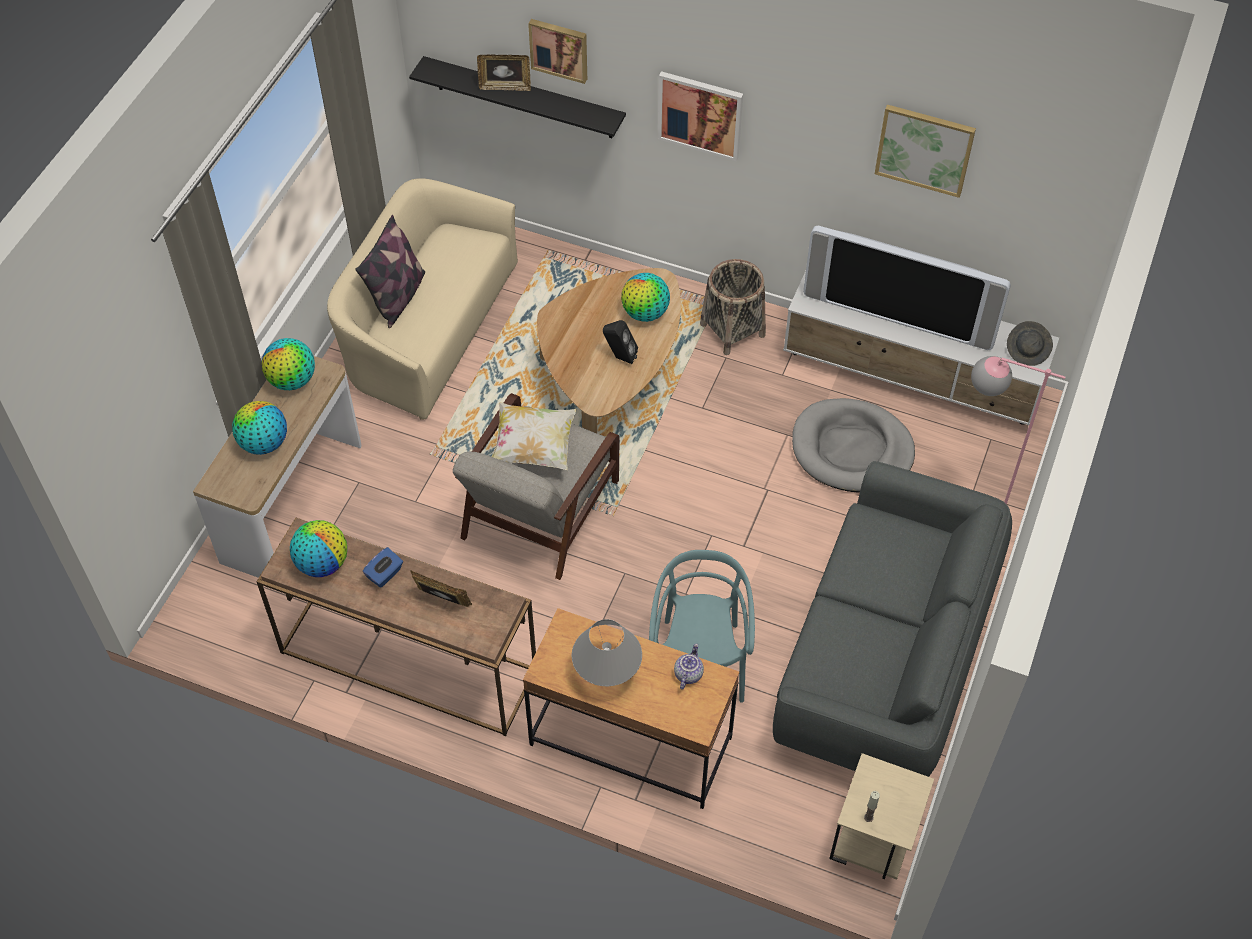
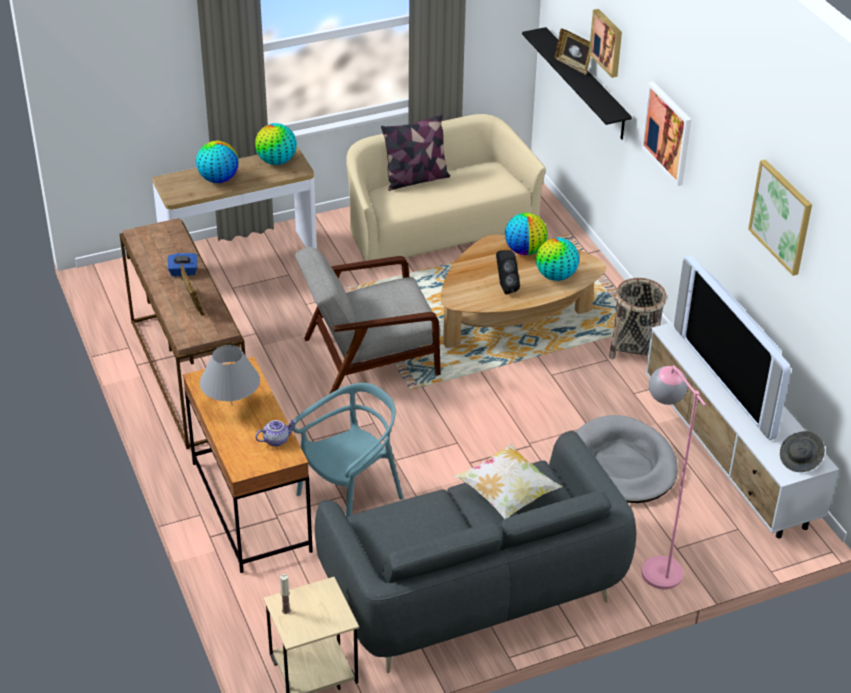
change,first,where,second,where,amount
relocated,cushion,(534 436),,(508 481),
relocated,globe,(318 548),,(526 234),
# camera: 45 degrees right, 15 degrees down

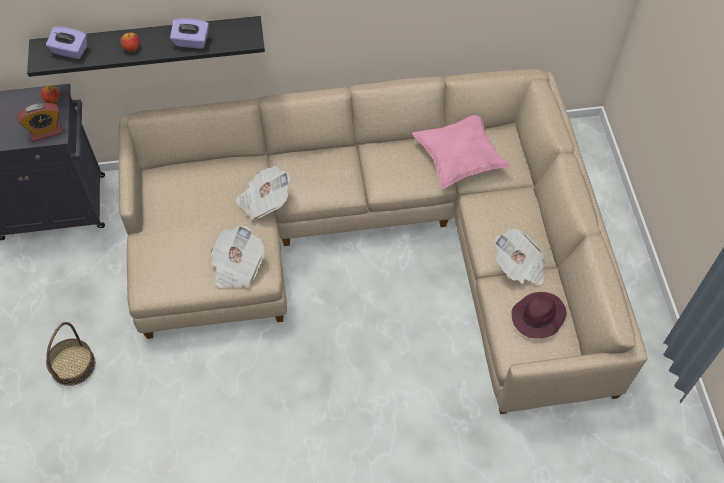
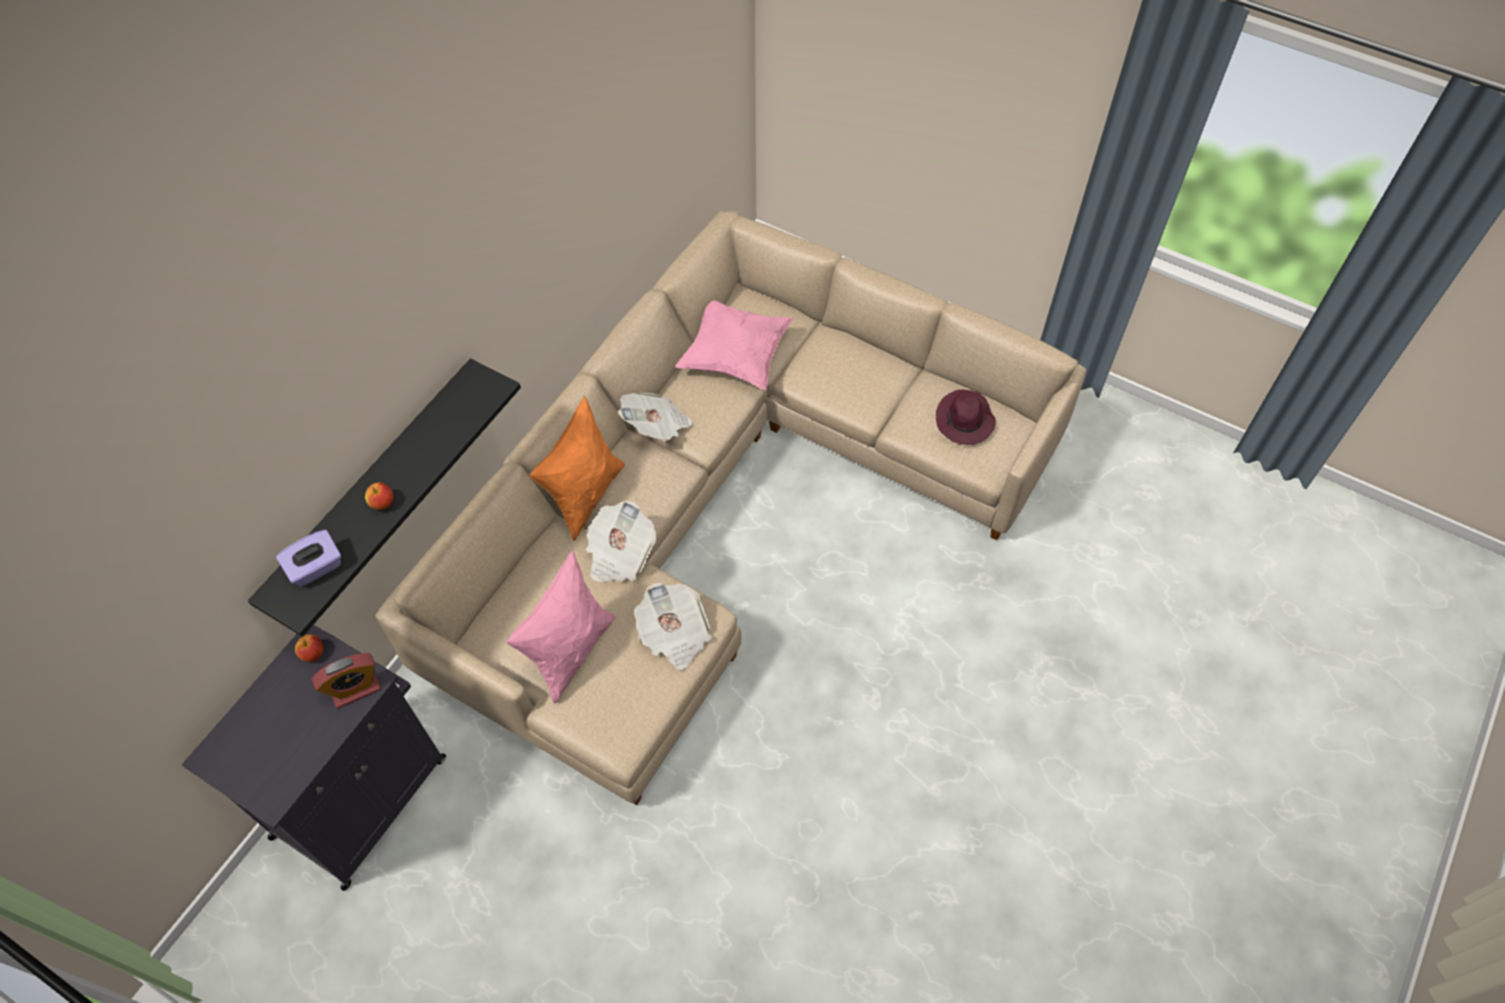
change,first,where,second,where,amount
spun,bedside clock,(40 122),,(346 681),45 degrees clockwise
appeared,,,pinkish cushion,(561 627),
appeared,,,orange cushion,(577 468),
relocated,newspaper,(520 257),,(655 417),
missing,basket,(70 354),,,
missing,purplish tissue holder,(189 33),,,
# camera: 50 degrees left, 0 degrees up

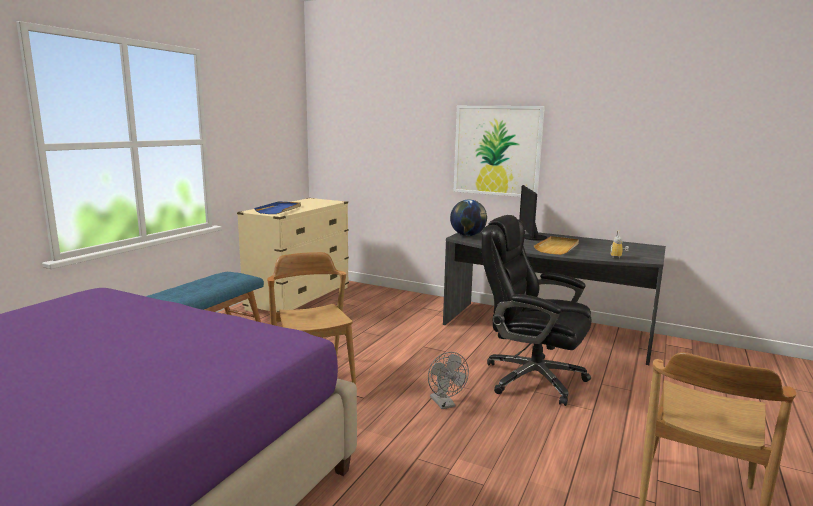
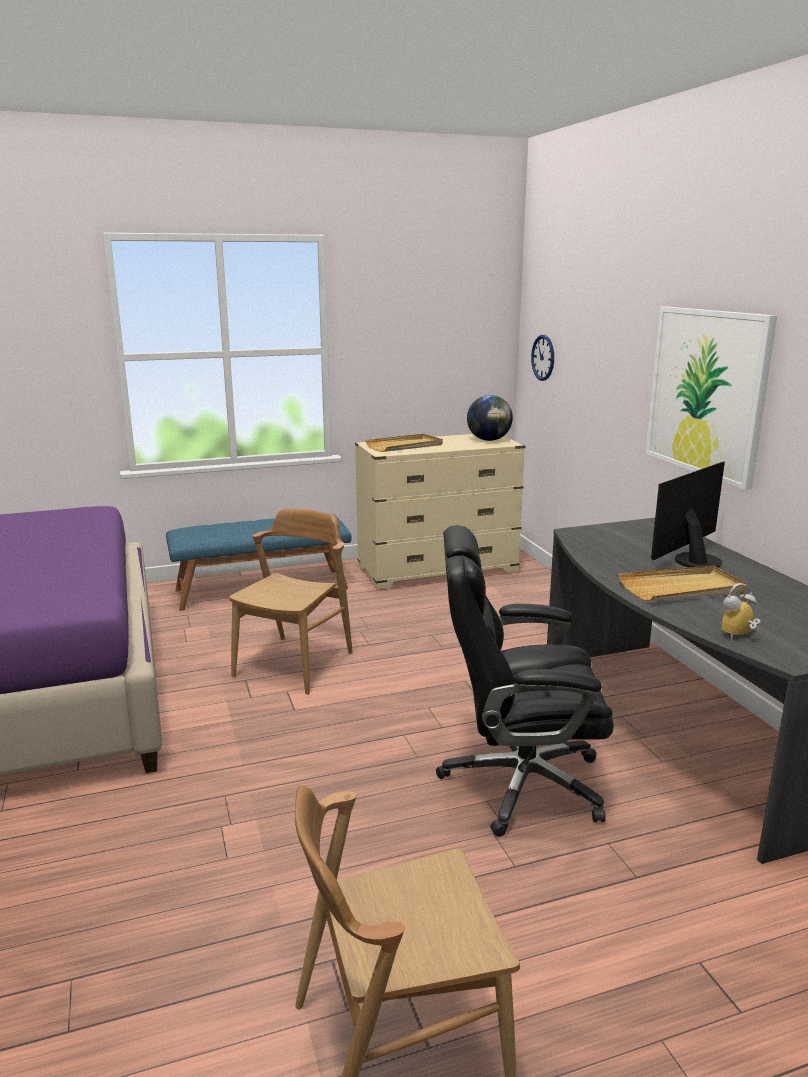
change,first,where,second,where,amount
colour,bluish serving tray,(277 207),sand-coloured serving tray,(404 443),
spun,blackish office chair,(536 310),,(525 681),75 degrees counterclockwise
relocated,globe,(468 218),,(490 418),
appeared,,,wall clock,(542 358),
missing,grey cooling fan,(448 380),,,
# camera: 45 degrees right, 5 degrees up

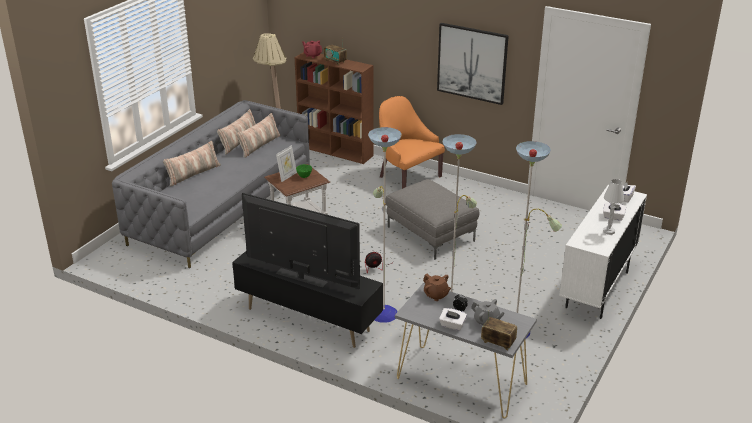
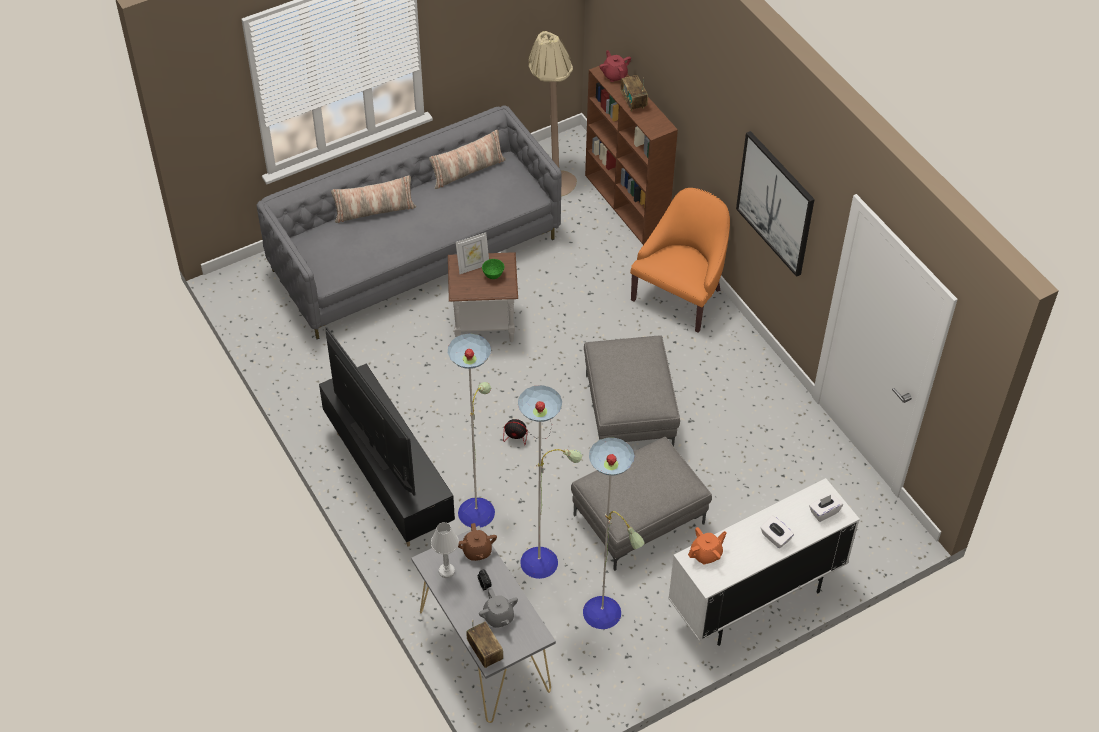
change,first,where,second,where,amount
relocated,white-coloured table lamp,(614 207),,(445 550),
appeared,,,grey footrest,(641 504),
spun,orange armchair,(412 142),,(680 260),45 degrees clockwise
appeared,,,orange teapot,(707 546),
missing,cushion,(258 135),,,
missing,white-coloured tissue holder,(453 319),,,
# camera: 30 degrees right, 20 degrees up

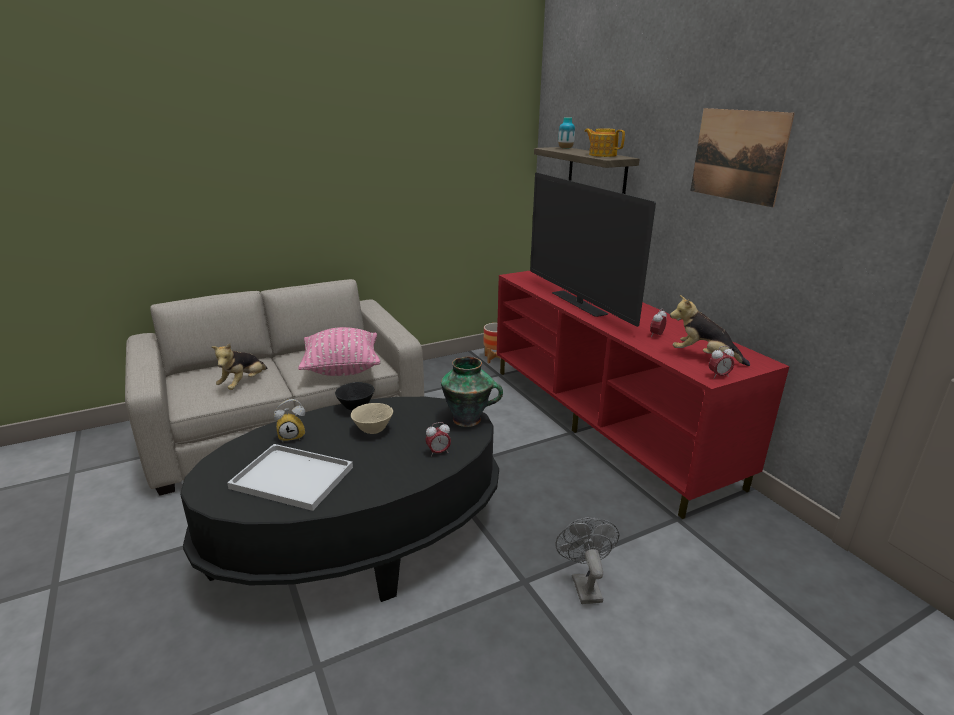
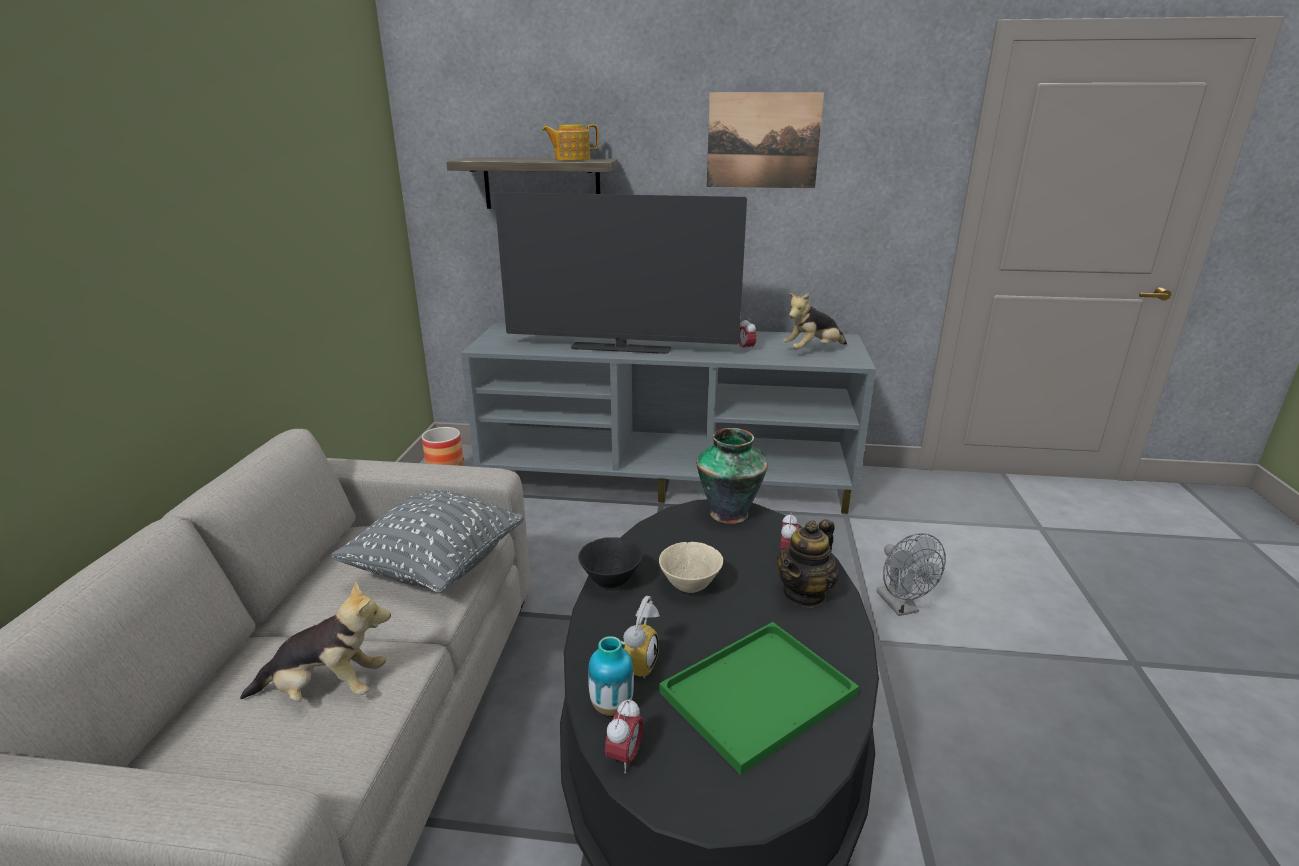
change,first,where,second,where,amount
spun,soft toy,(239 366),,(315 641),60 degrees counterclockwise
colour,pinkish cushion,(339 351),grey cushion,(428 541),
colour,red tv stand,(643 395),grey tv stand,(668 418),
relocated,flower vase,(566 133),,(611 676),
relocated,bedside clock,(721 362),,(624 736),
colour,white-coloured serving tray,(290 477),greenish serving tray,(759 698),
appeared,,,teapot,(807 563),
spun,grey cooling fan,(587 560),,(911 574),135 degrees counterclockwise
# camera: 55 degrees left, 0 degrees up

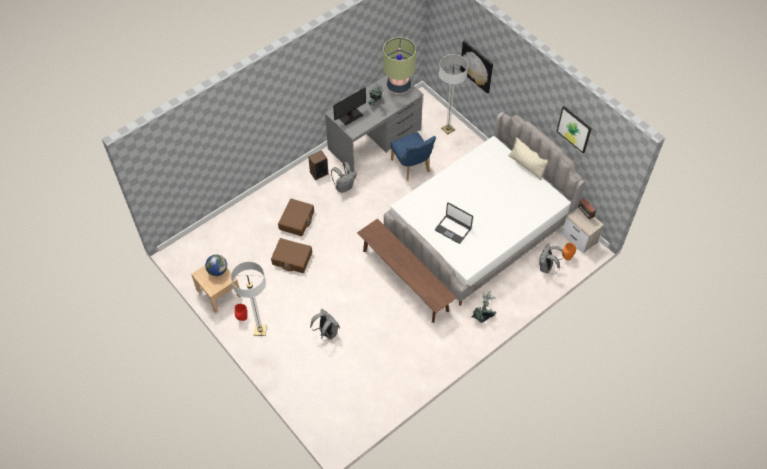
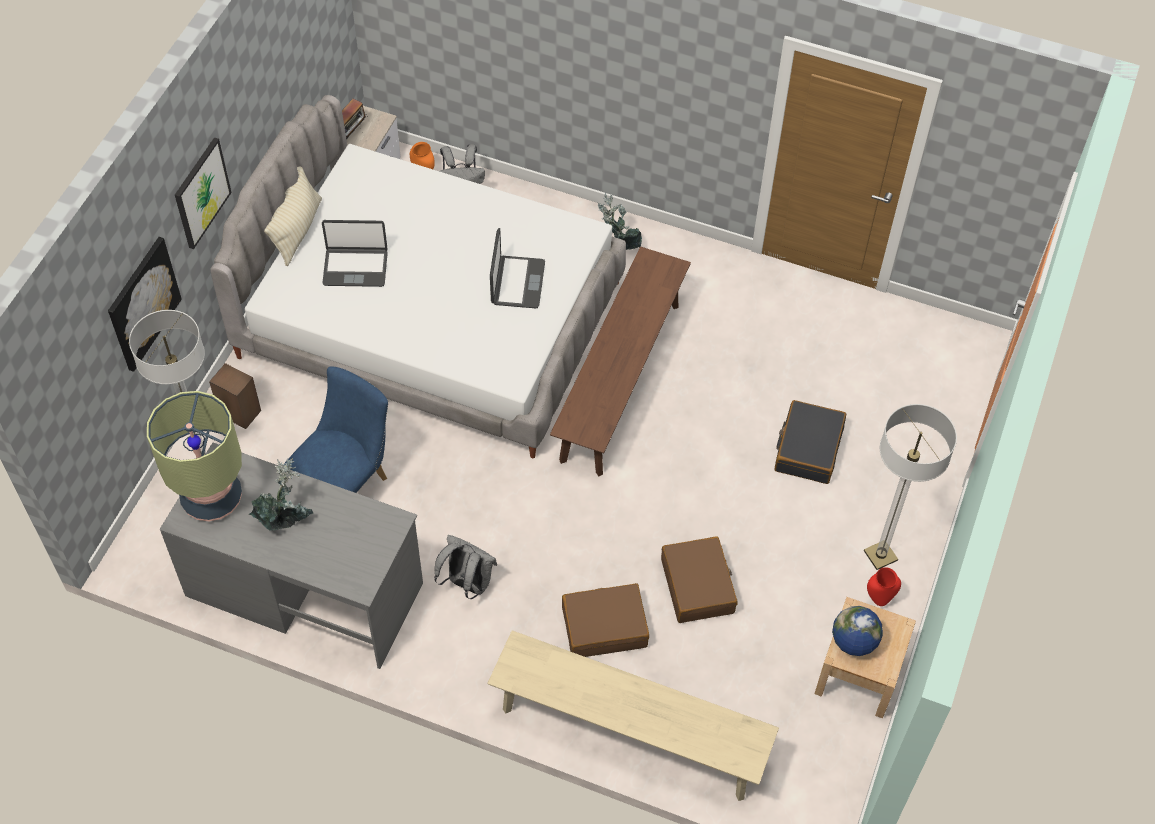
change,first,where,second,where,amount
relocated,wall picture,(574 129),,(203 193),
relocated,audio speaker,(318 165),,(235 396),
appeared,,,portable computer,(355 253),
appeared,,,sand-coloured indoor bench,(633 715),
exchanged,grey knapsack,(325 325),blackish travel case,(810 442),
missing,monitor,(349 106),,,
# camera: 120 degrees left, 0 degrees up

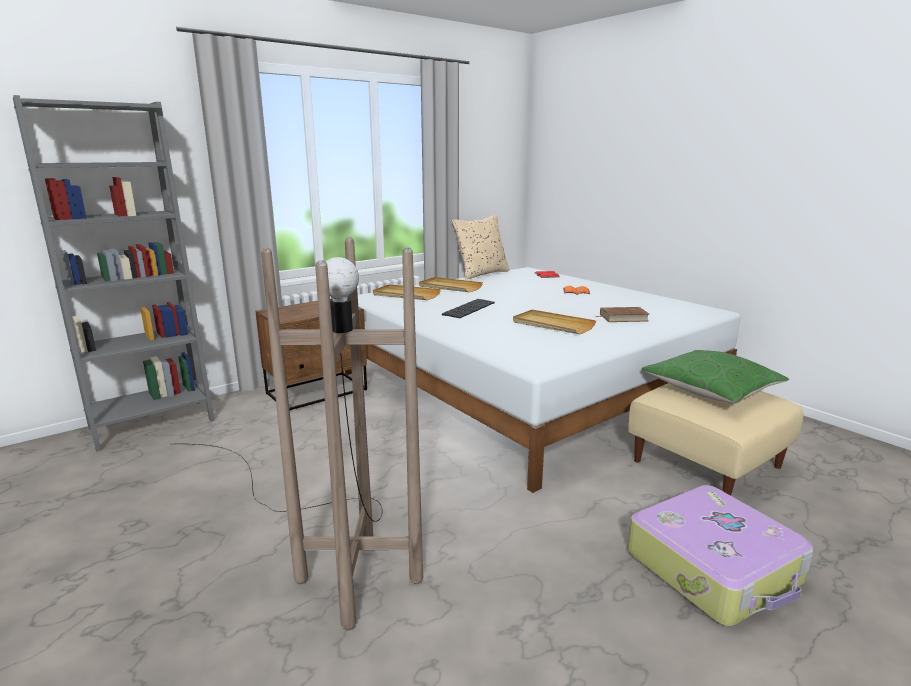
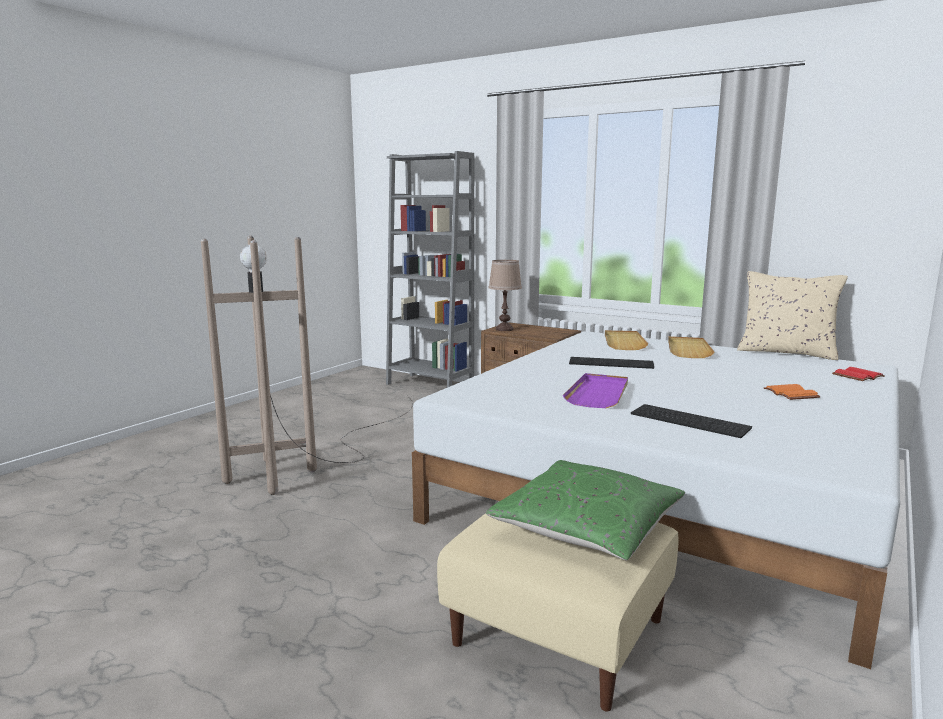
change,first,where,second,where,amount
appeared,,,brownish table lamp,(505 295),
colour,sand-coloured serving tray,(554 322),purplish serving tray,(595 390),
exchanged,brownish book,(622 314),PC keyboard,(691 421),
missing,travel case,(720 555),,,
# camera: 70 degrees right, 5 degrees down

